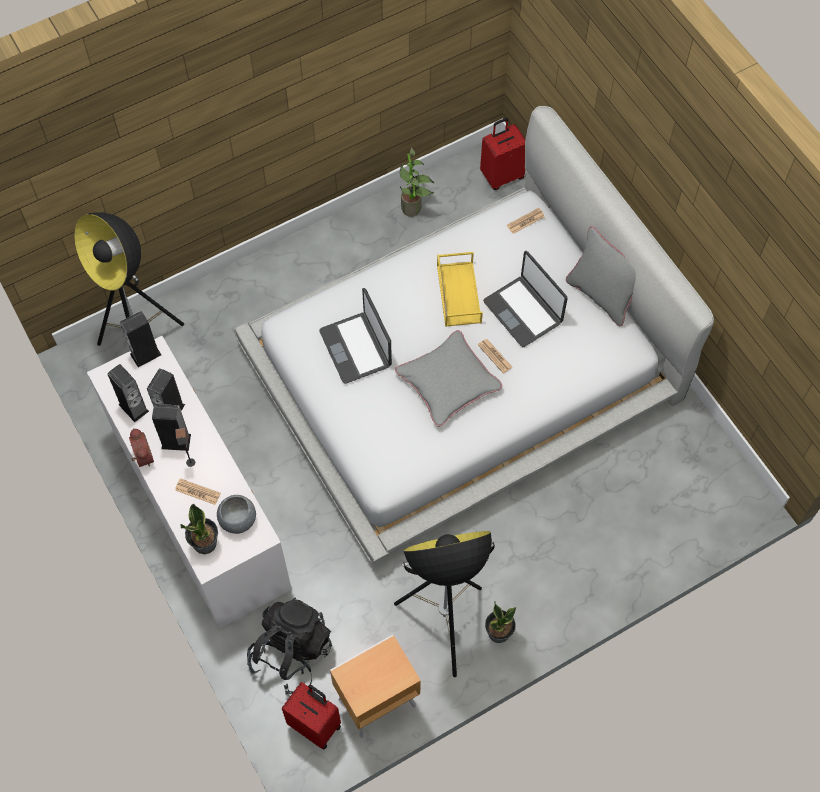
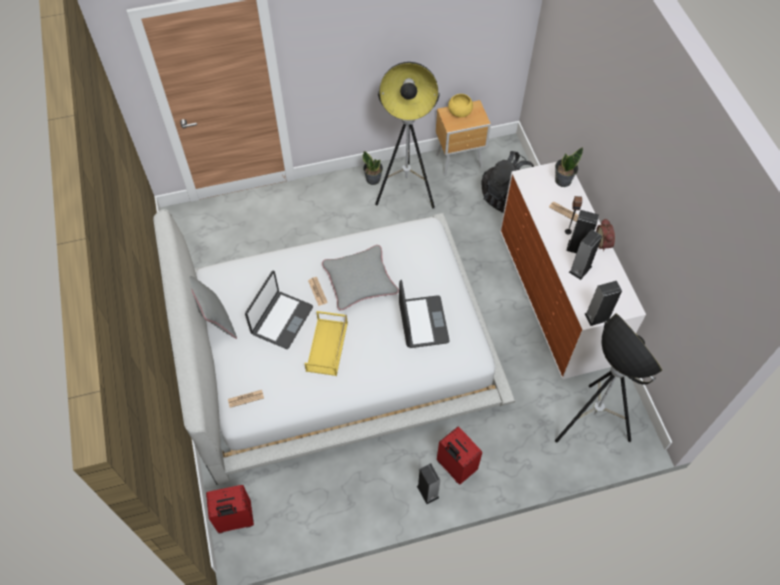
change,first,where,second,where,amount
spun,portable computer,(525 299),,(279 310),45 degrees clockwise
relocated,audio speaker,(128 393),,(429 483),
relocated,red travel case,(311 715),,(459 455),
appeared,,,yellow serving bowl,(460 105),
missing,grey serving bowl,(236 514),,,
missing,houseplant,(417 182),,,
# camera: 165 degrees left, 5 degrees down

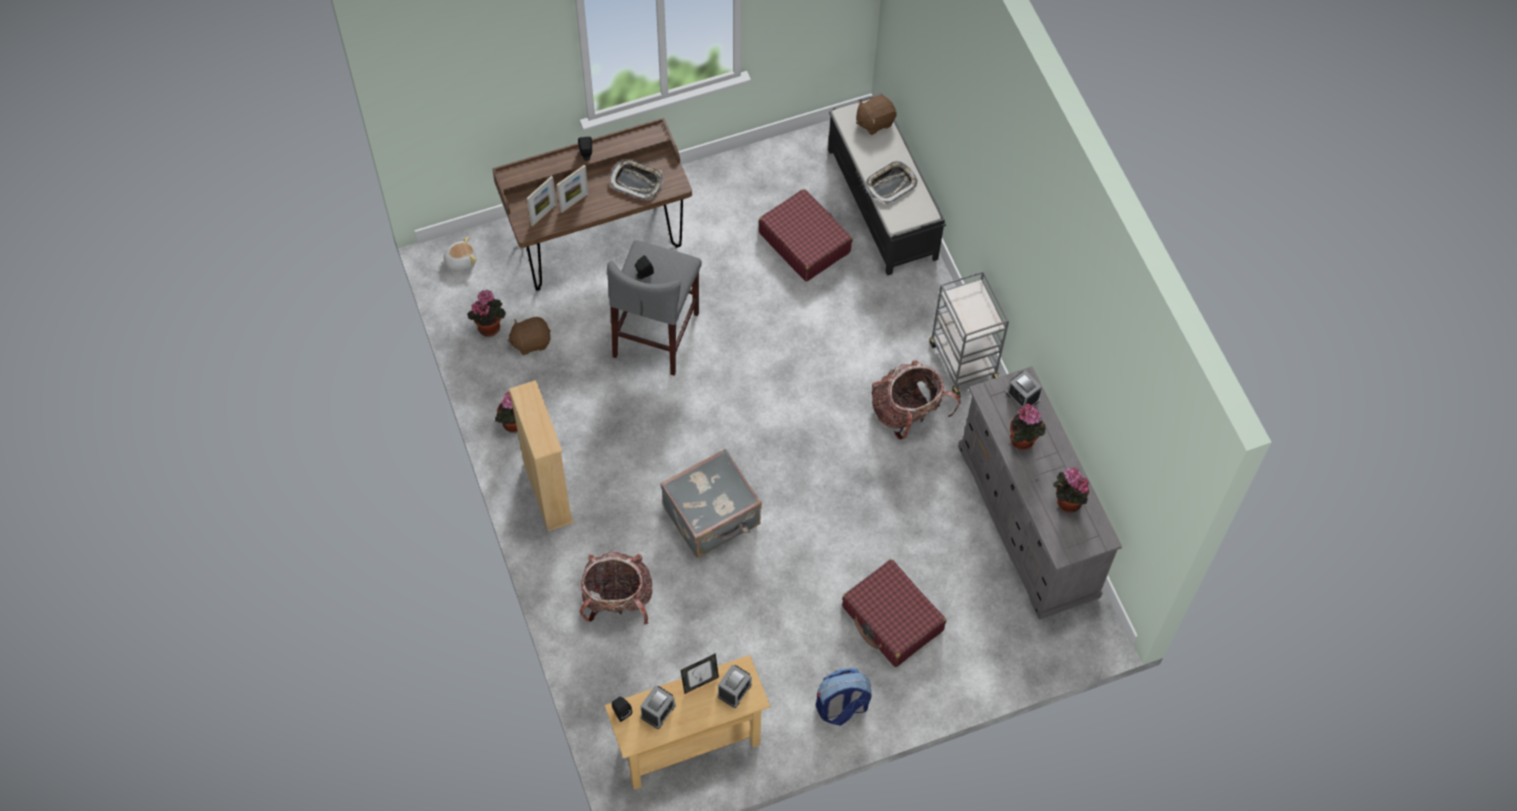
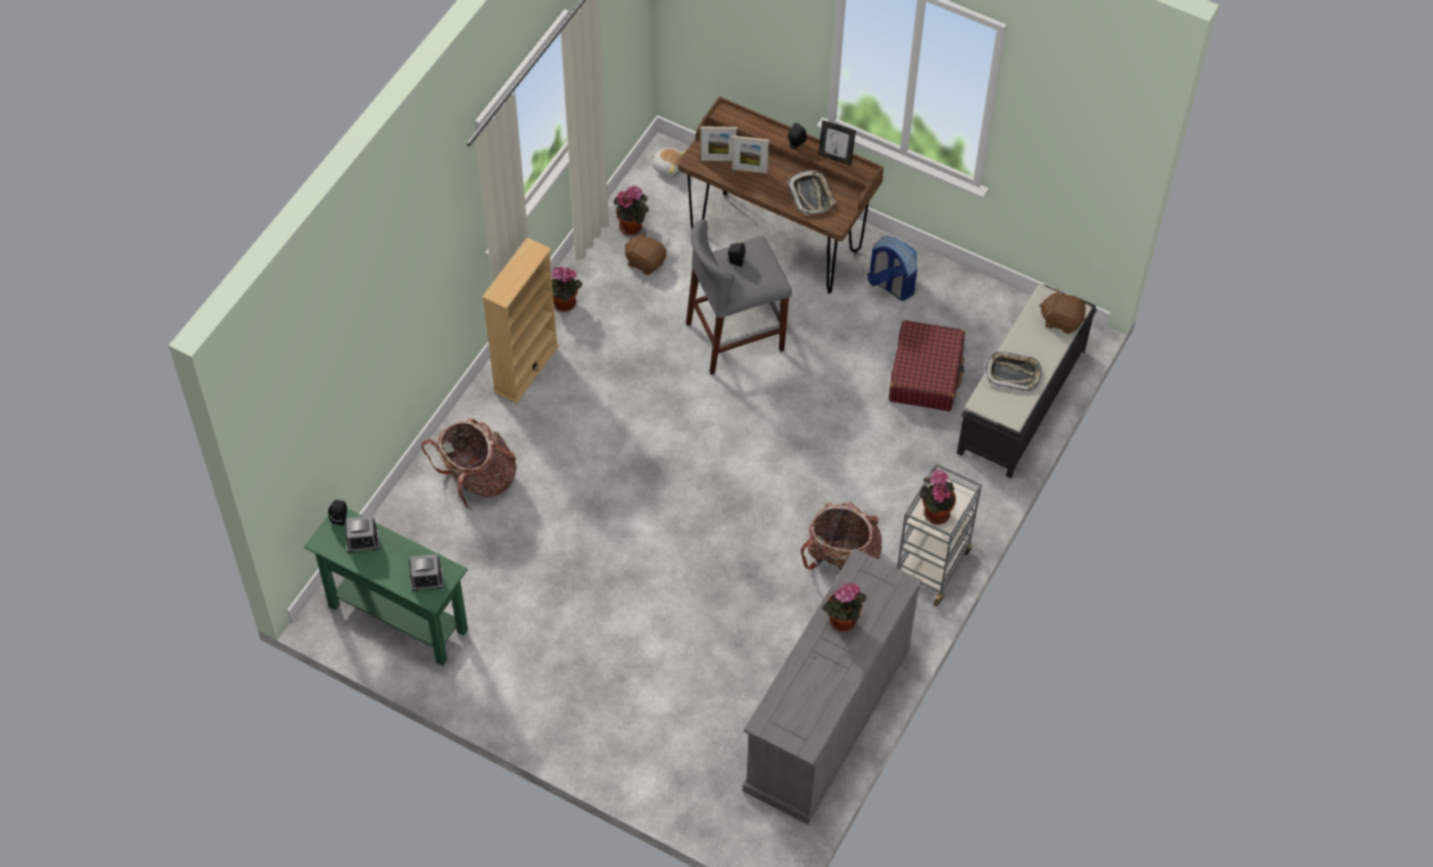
change,first,where,second,where,amount
colour,sand-coloured hall table,(687 722),greenish hall table,(386 587),
relocated,picture frame,(700 673),,(837 142),
relocated,knapsack,(844 696),,(892 268),
relocated,houseplant,(1071 490),,(938 497),
missing,grey travel case,(711 503),,,
missing,red travel case,(894 613),,,
missing,bedside clock,(1024 389),,,
# camera: 50 degrees right, 5 degrees down

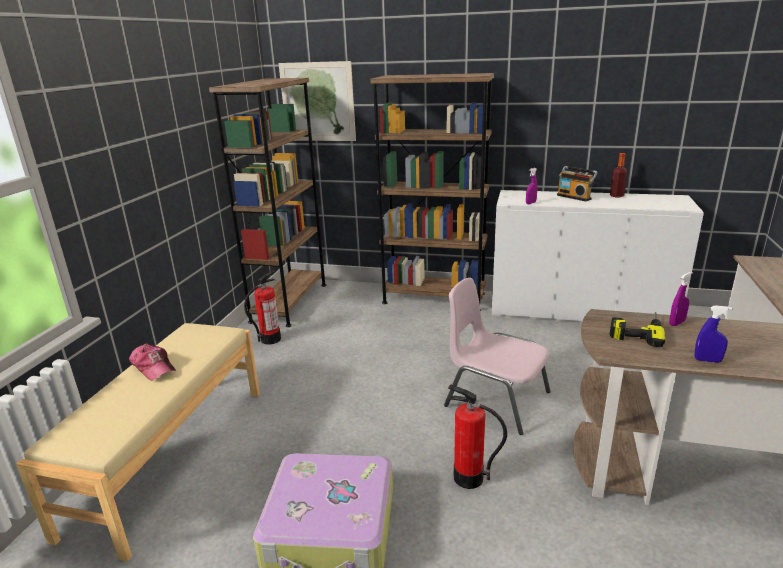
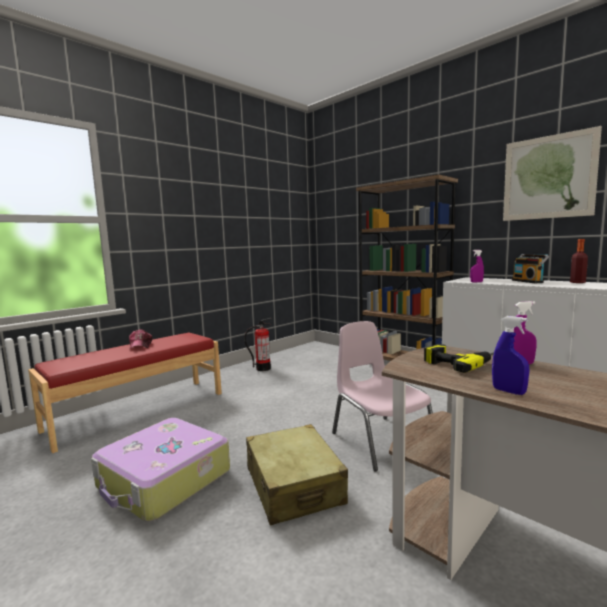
change,first,where,second,where,amount
colour,sand-coloured indoor bench,(138 442),red indoor bench,(125 393),
exchanged,fire-fighting cylinder,(477 436),sand-coloured travel case,(297 475),
relocated,wall picture,(317 101),,(552 173),
missing,brownish bookcase,(268 202),,,
# camera: 30 degrees right, 15 degrees down

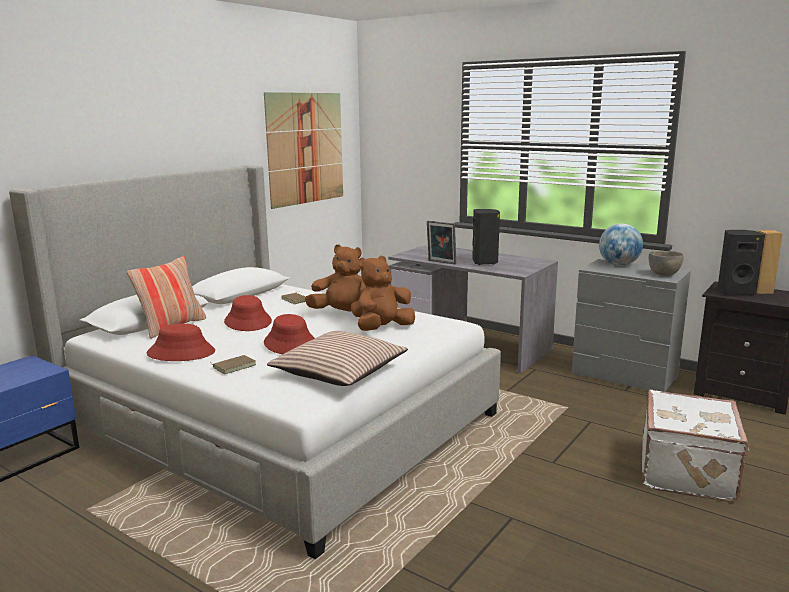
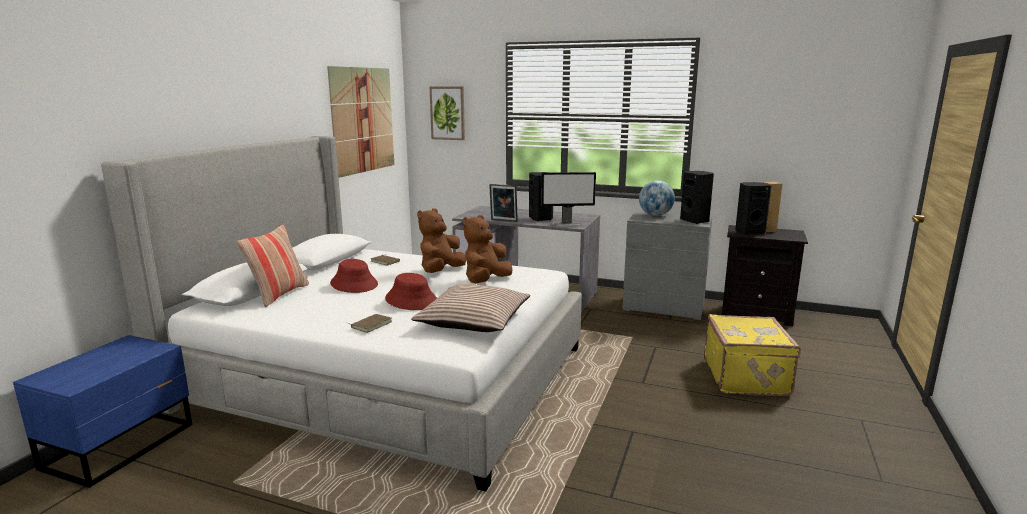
change,first,where,second,where,amount
spun,brownish soft toy,(335 280),,(441 240),60 degrees counterclockwise
appeared,,,wall picture,(447 113),
appeared,,,monitor,(568 199),
exchanged,grey serving bowl,(666 263),blackish audio speaker,(697 197),
colour,white-coloured travel case,(695 446),yellow travel case,(752 355),
missing,red hat,(181 342),,,
# camera: 15 degrees left, 0 degrees up

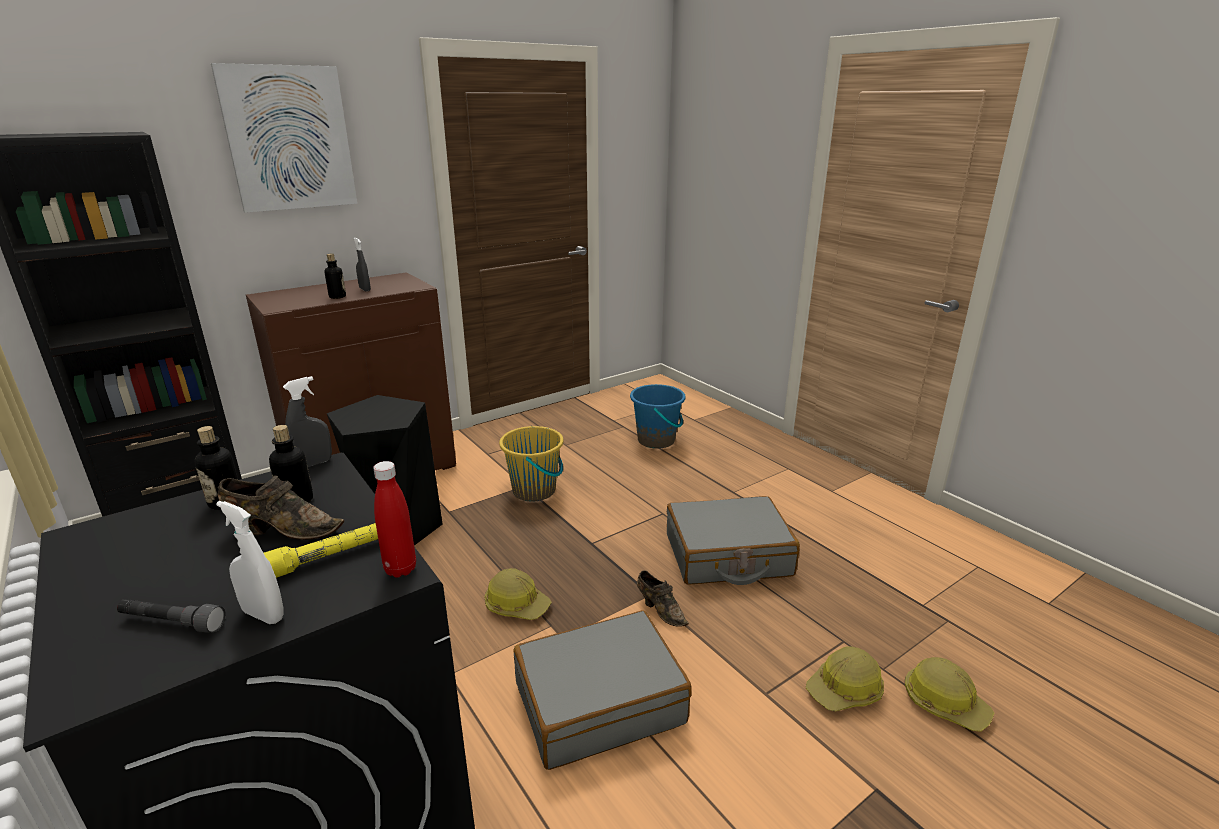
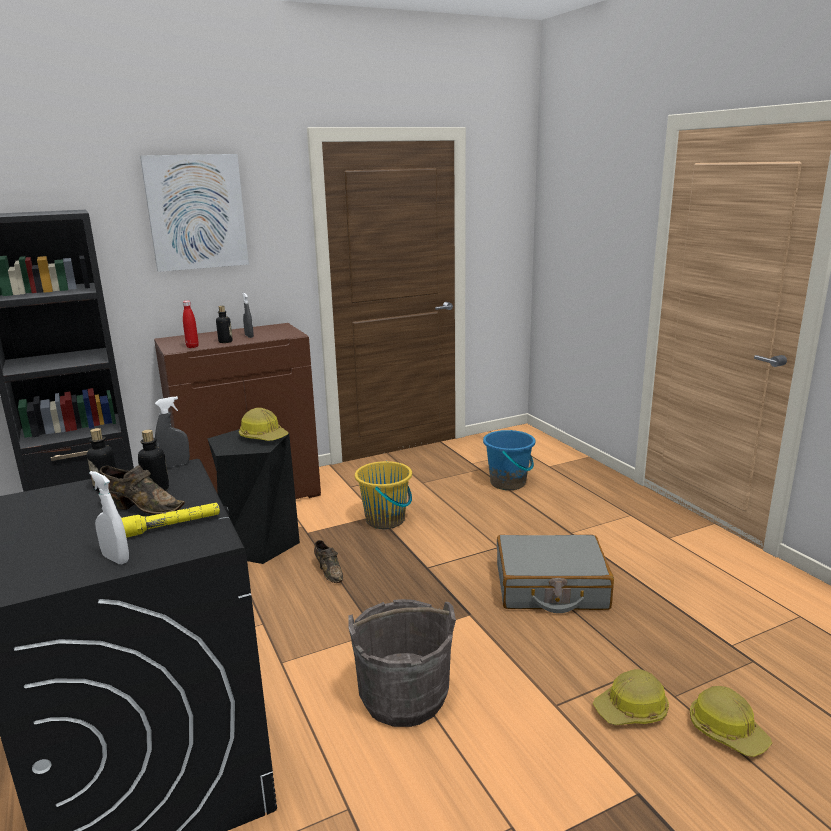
change,first,where,second,where,amount
relocated,red bottle,(394 519),,(191 324),
relocated,hard hat,(517 594),,(263 424),
relocated,brownish shoe,(663 598),,(328 561),
exchanged,grey travel case,(602 690),grey pail,(402 663),
missing,grey hand torch,(171 616),,,
# camera: 10 degrees right, 5 degrees down

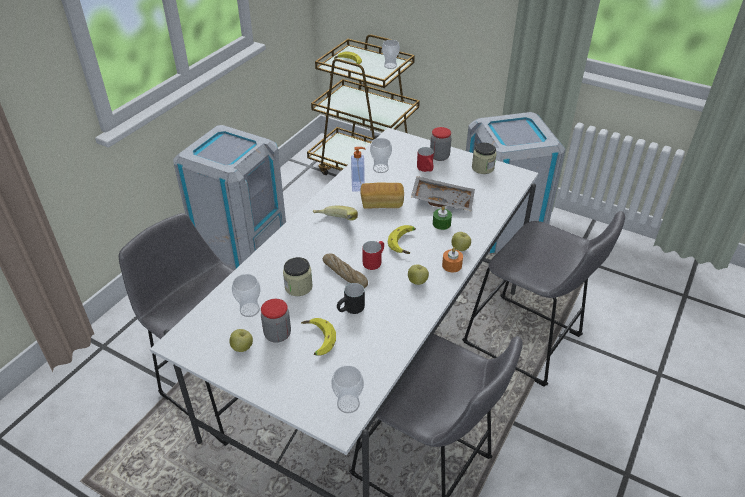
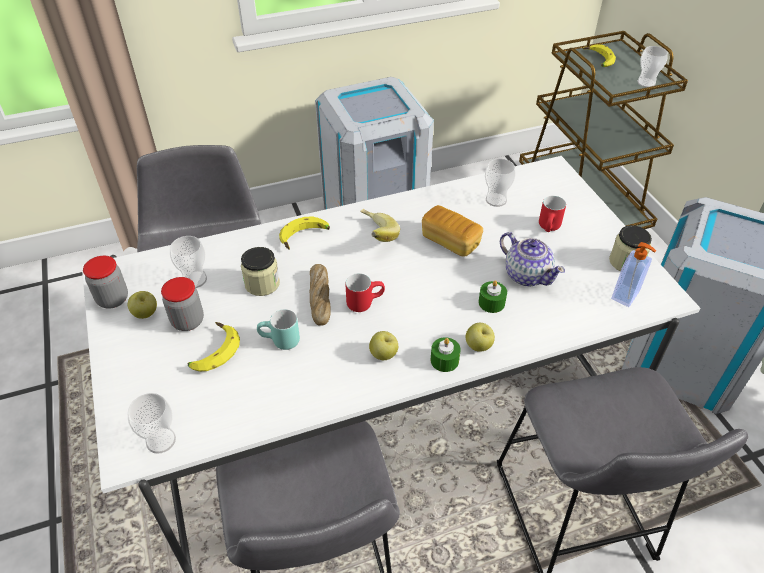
change,first,where,second,where,amount
relocated,jar,(441 144),,(105 282),
colour,blackish mug,(351 298),blue-green mug,(278 329),
relocated,whole banana,(402 239),,(304 233),
colour,orange wax light,(452 260),greenish wax light,(446 354),
exchanged,grey serving tray,(443 193),teapot,(532 259),
relocated,liquid soap bottle,(358 169),,(633 274),
# camera: 40 degrees right, 5 degrees up

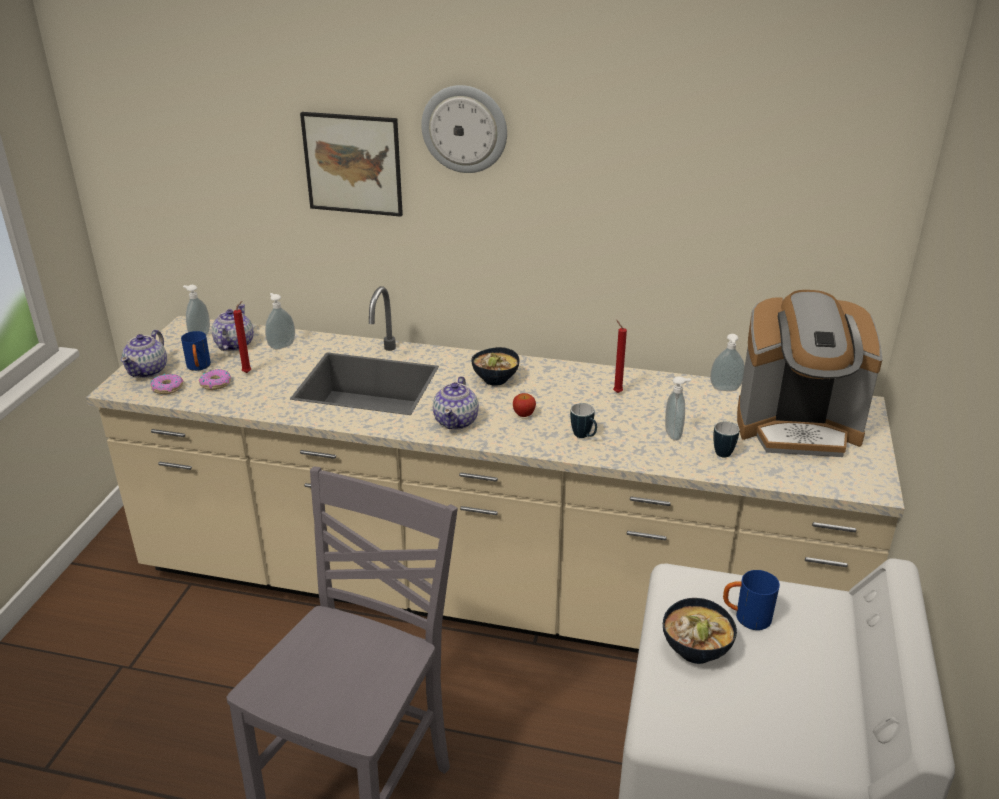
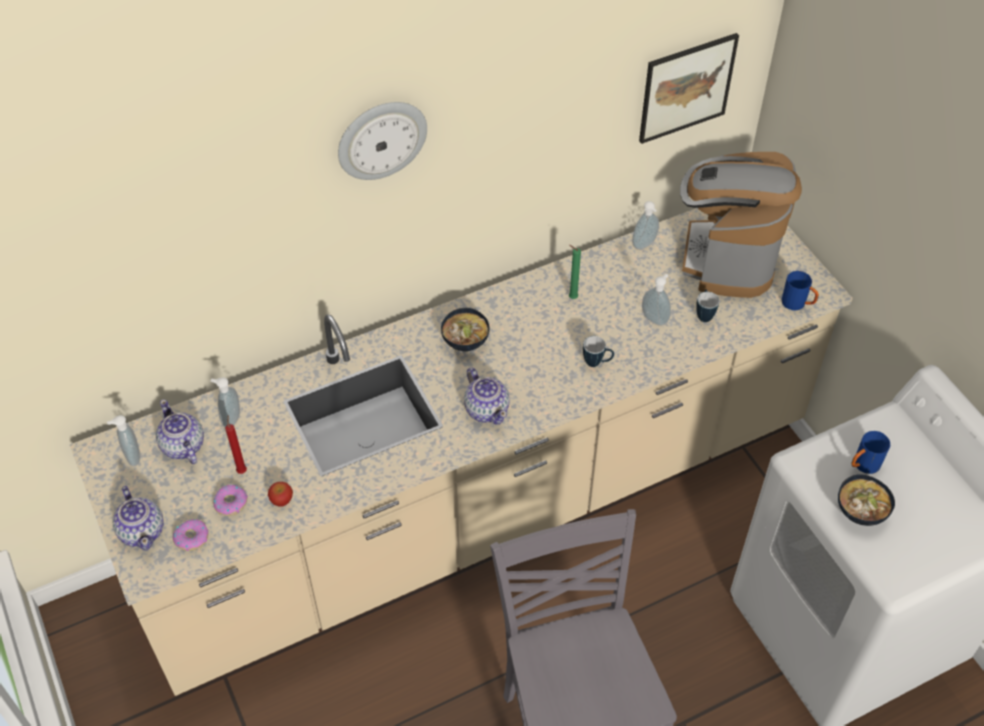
change,first,where,second,where,amount
relocated,whole apple,(524 405),,(280 494),
colour,red wax light,(620 356),greenish wax light,(575 272),
relocated,wall picture,(351 164),,(689 88),
spun,coffee brewer,(810 373),,(741 225),135 degrees clockwise
relocated,bluish mug,(196 351),,(800 291),
# camera: 40 degrees left, 20 degrees up

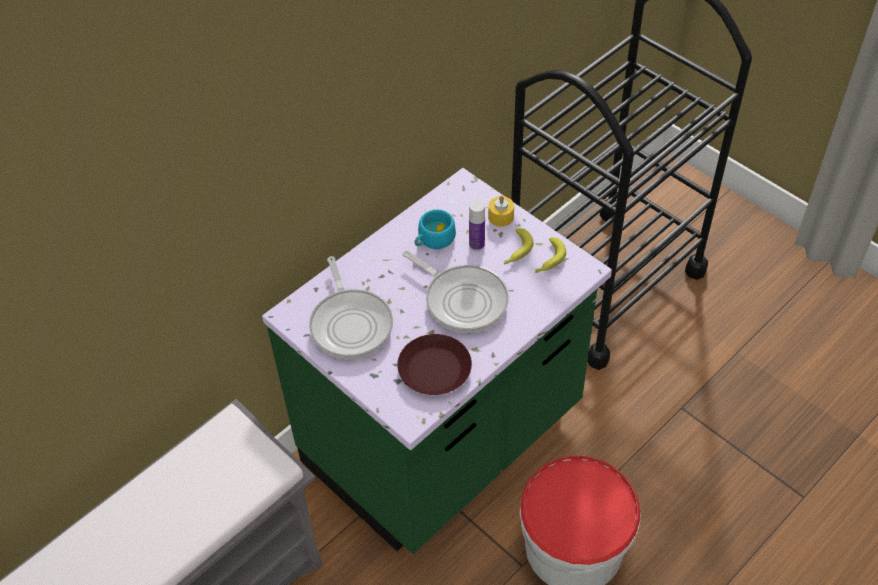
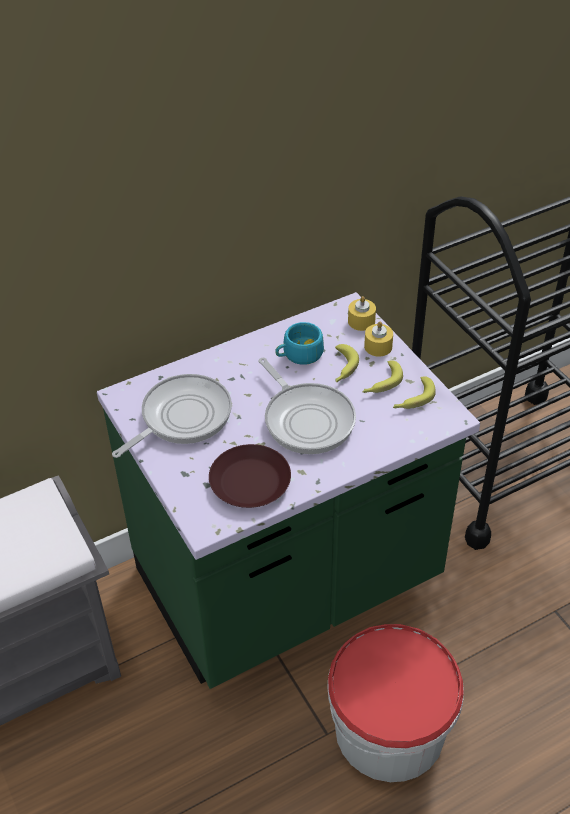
change,first,where,second,where,amount
spun,skillet,(351 307),,(172 416),135 degrees counterclockwise
exchanged,bottle,(477 225),whole banana,(347 363),
appeared,,,yellow wax light,(362 313),
# camera: 15 degrees right, 5 degrees down

